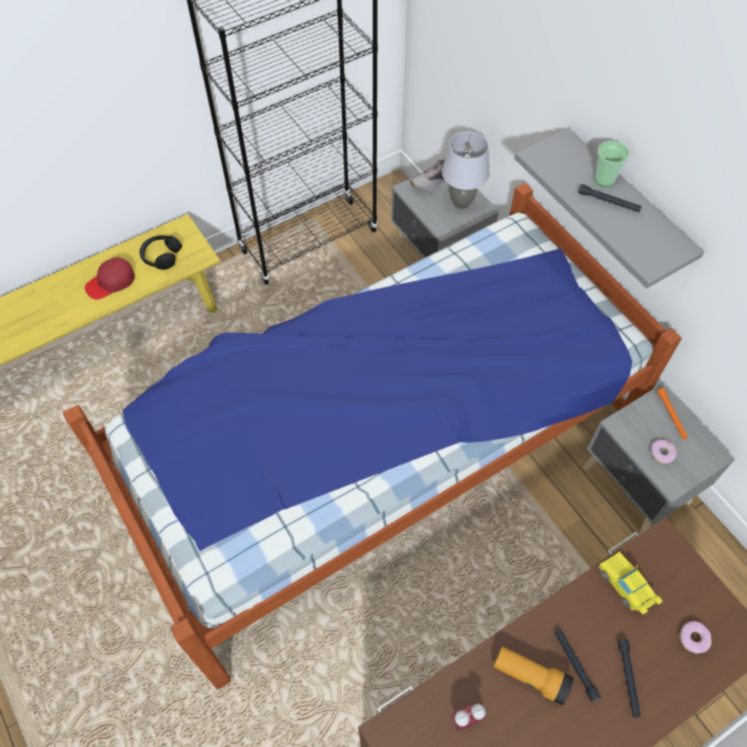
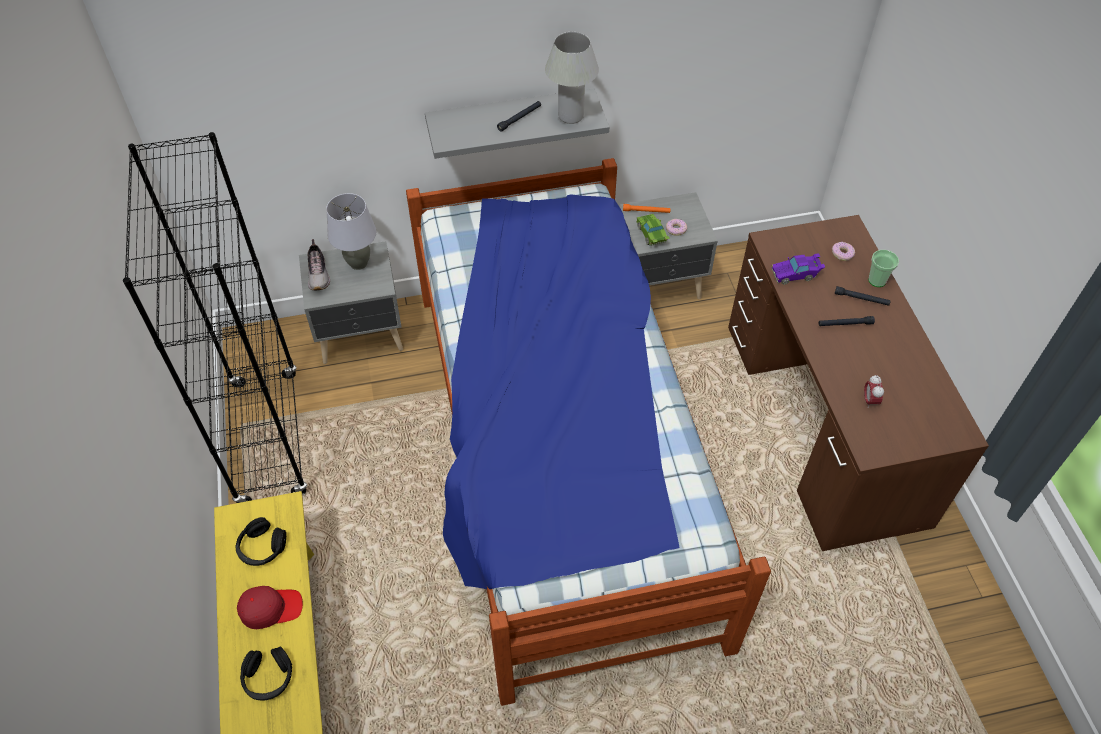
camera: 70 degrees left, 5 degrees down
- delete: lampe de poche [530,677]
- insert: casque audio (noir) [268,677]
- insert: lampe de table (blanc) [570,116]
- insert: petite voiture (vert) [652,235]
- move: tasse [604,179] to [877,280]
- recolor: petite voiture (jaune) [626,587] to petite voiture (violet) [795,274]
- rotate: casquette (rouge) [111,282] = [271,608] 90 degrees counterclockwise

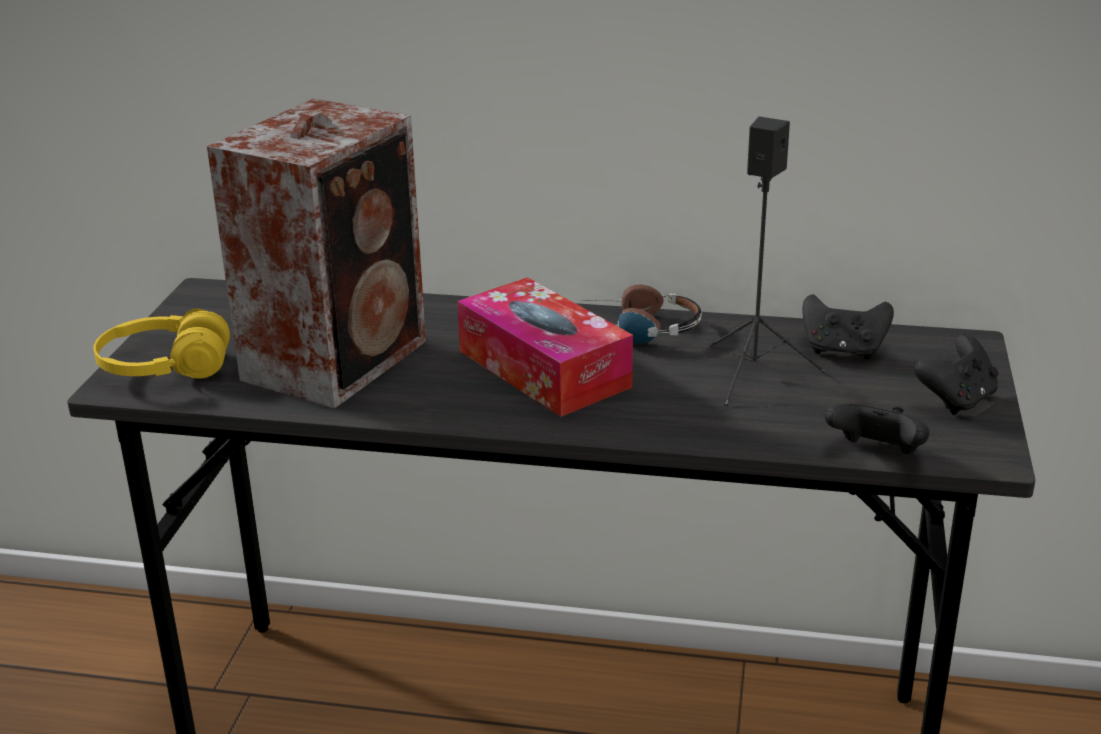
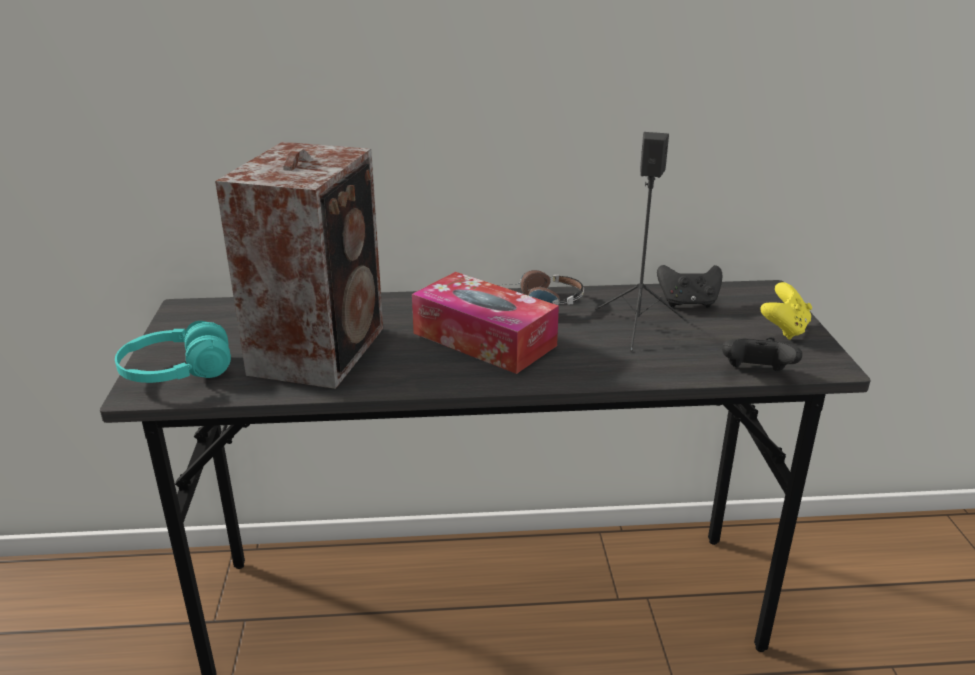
camera: 15 degrees left, 0 degrees up
- recolor: casque audio (jaune) [165,368] to casque audio (turquoise) [177,372]
- recolor: manette (noir) [956,400] to manette (jaune) [784,329]

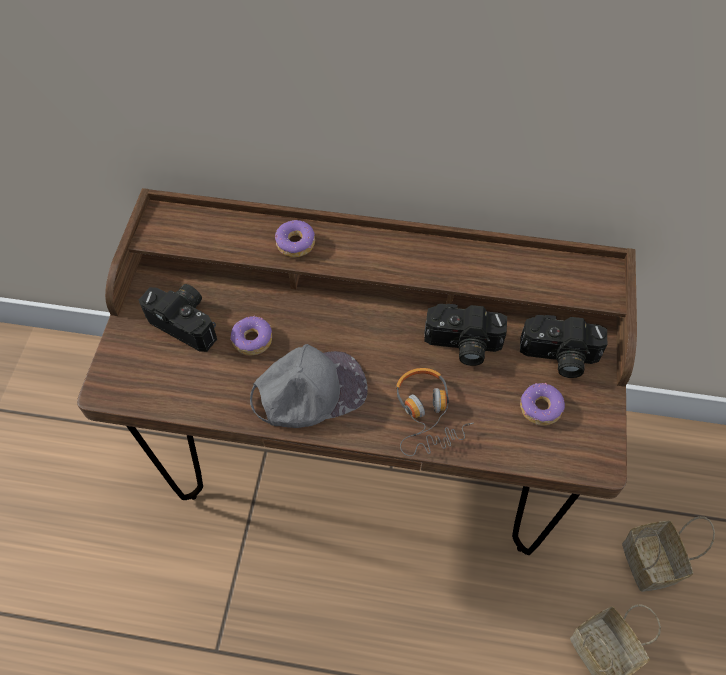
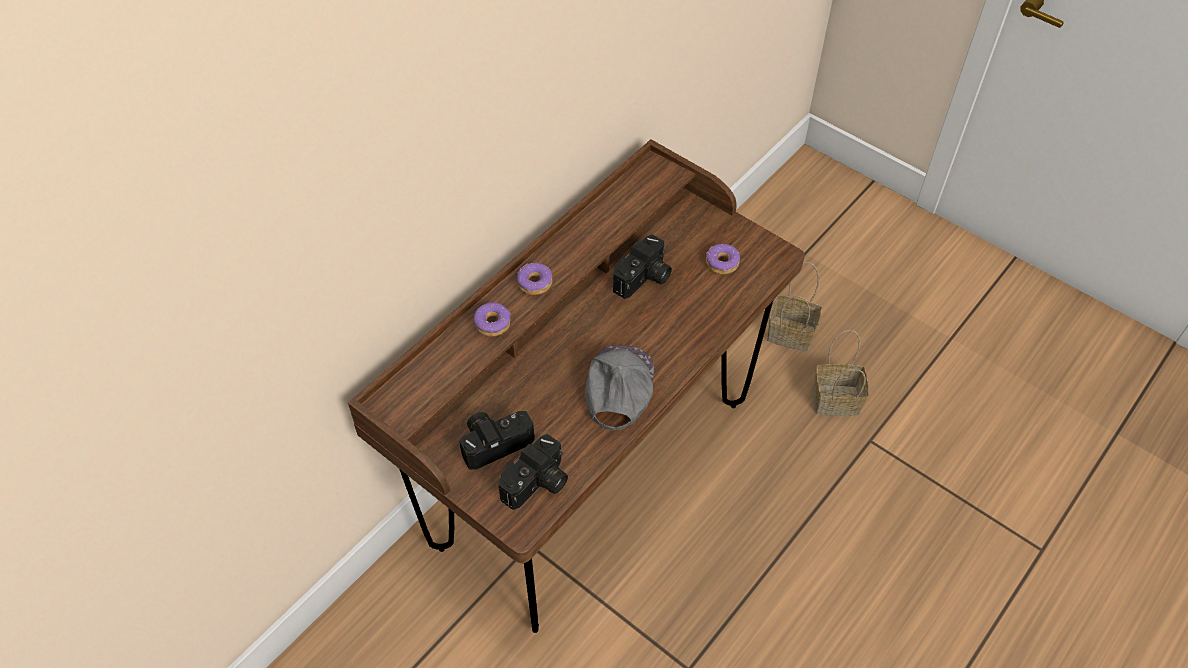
camera: 60 degrees left, 5 degrees down
- delete: casque audio [426,414]
- move: beignet [252,340] to [534,283]
- move: appareil photo [558,357] to [537,484]

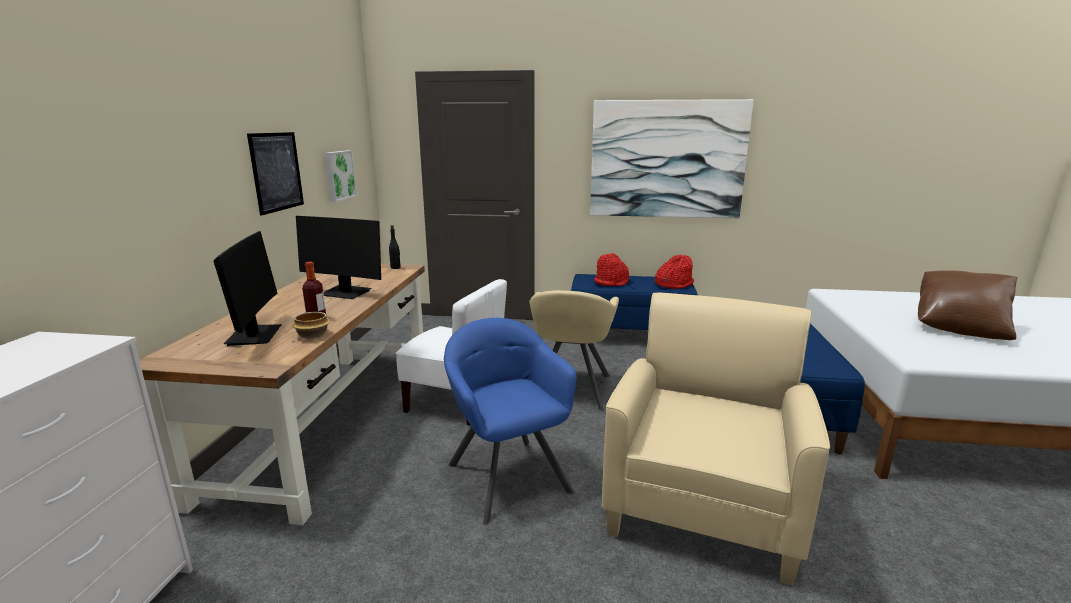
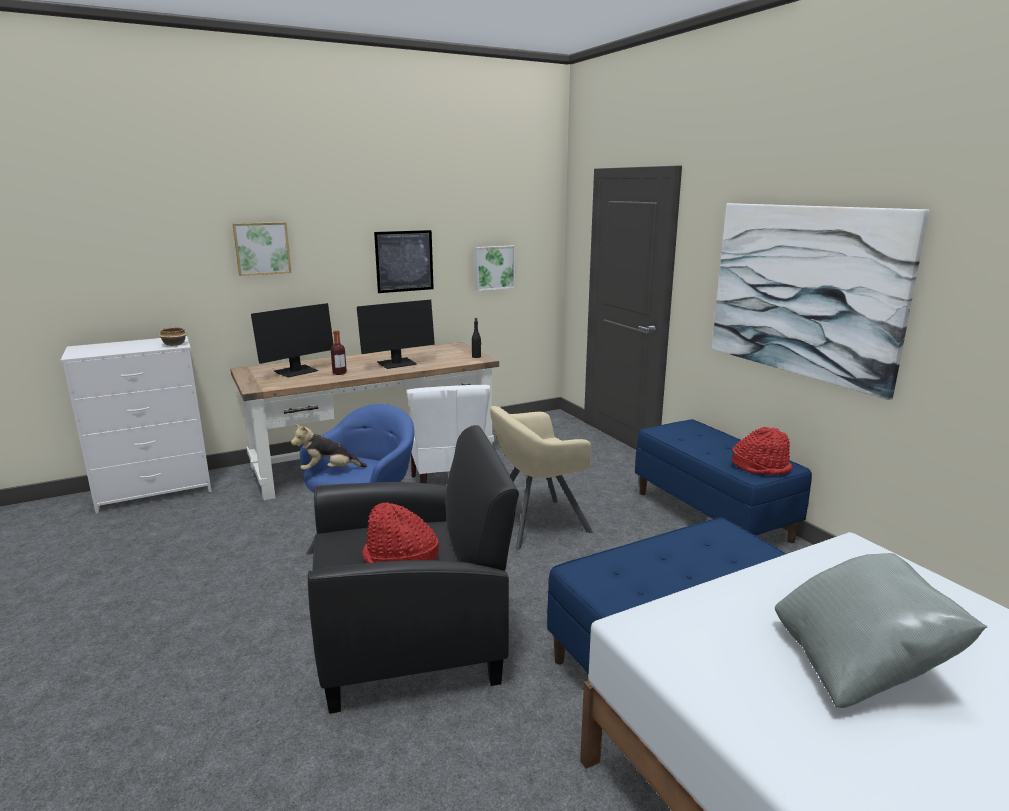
camera: 55 degrees right, 0 degrees up
- insert: tableau [262,248]
- insert: peluche [329,471]
- move: bol [312,335] to [174,344]
- move: chapeau (rouge) [611,282] to [400,558]
- recolor: fauteuil (beige) [703,503] to fauteuil (noir) [412,640]
- recolor: coussin (marron) [959,328] to coussin (gris) [859,665]
- rotate: écran d'ordinateur [345,293] = [397,364] 105 degrees counterclockwise

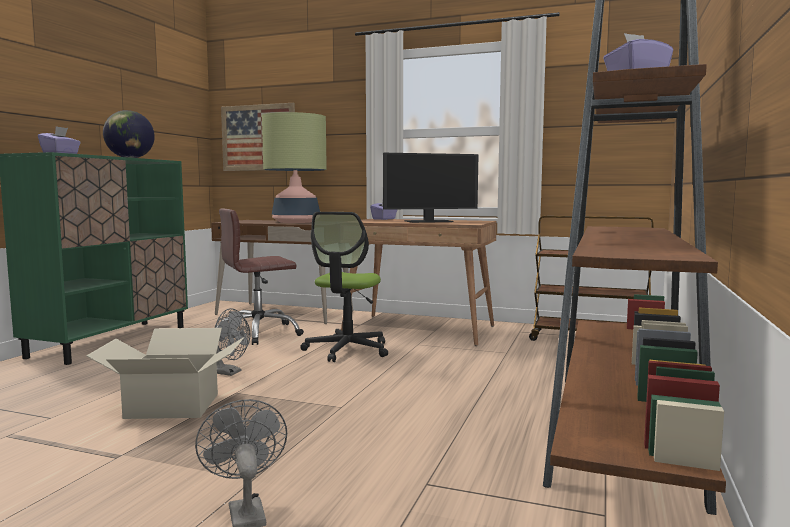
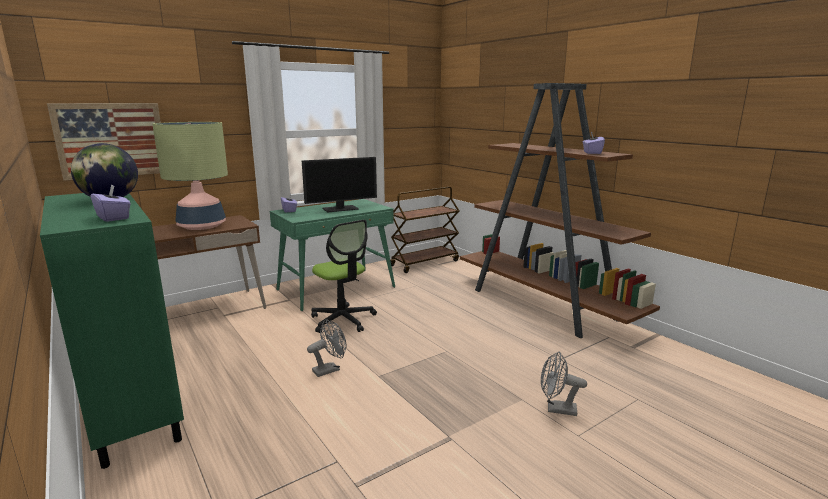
camera: 55 degrees left, 10 degrees up
- delete: carton [172,405]
- delete: chaise de bureau (marron) [258,333]
- recolor: bureau (marron) [420,330] to bureau (vert) [336,288]
- rotate: écran d'ordinateur [429,221] = [340,209] 45 degrees clockwise

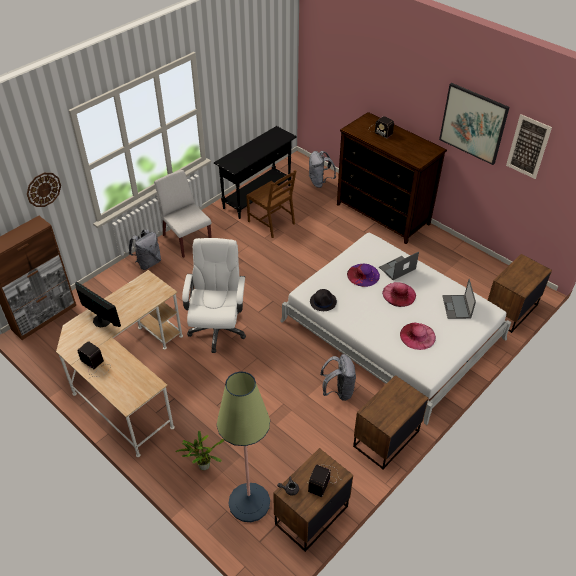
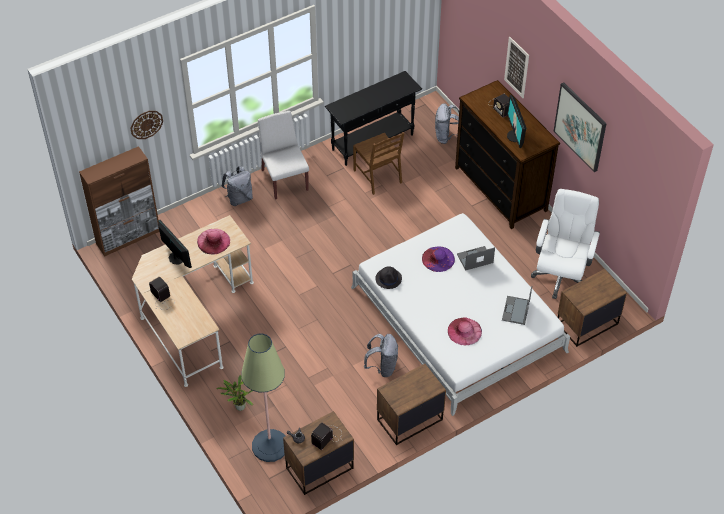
camera: 15 degrees right, 5 degrees up
- insert: écran d'ordinateur [514,136]
- move: chaise de bureau (blanc) [217,329] to [560,275]
- move: chapeau (rose) [399,294] to [213,241]
- move: tableau [528,147] to [516,67]

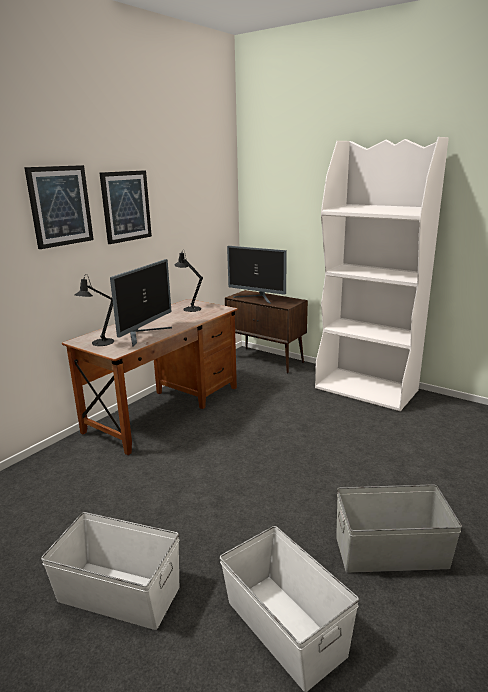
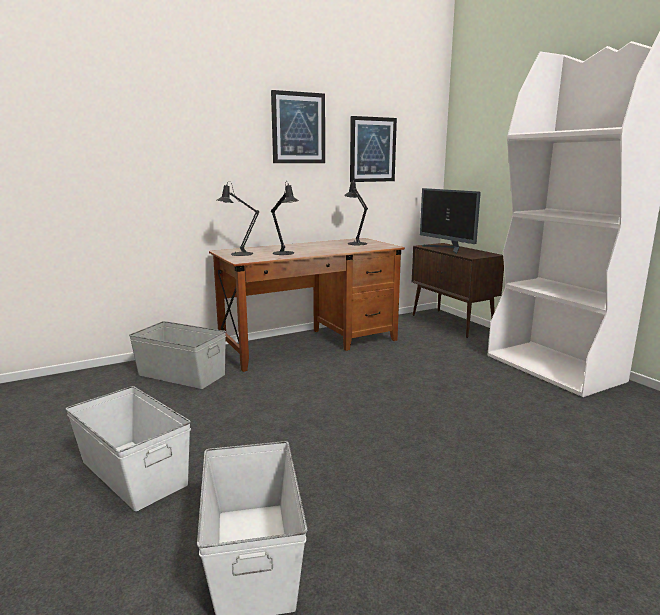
camera: 25 degrees right, 5 degrees down
- move: tableau [60,206] to [372,149]
- move: boîte de rangement (gris) [391,552] to [181,375]
- replace: écran d'ordinateur [144,334] to lampe de table (noir) [285,253]

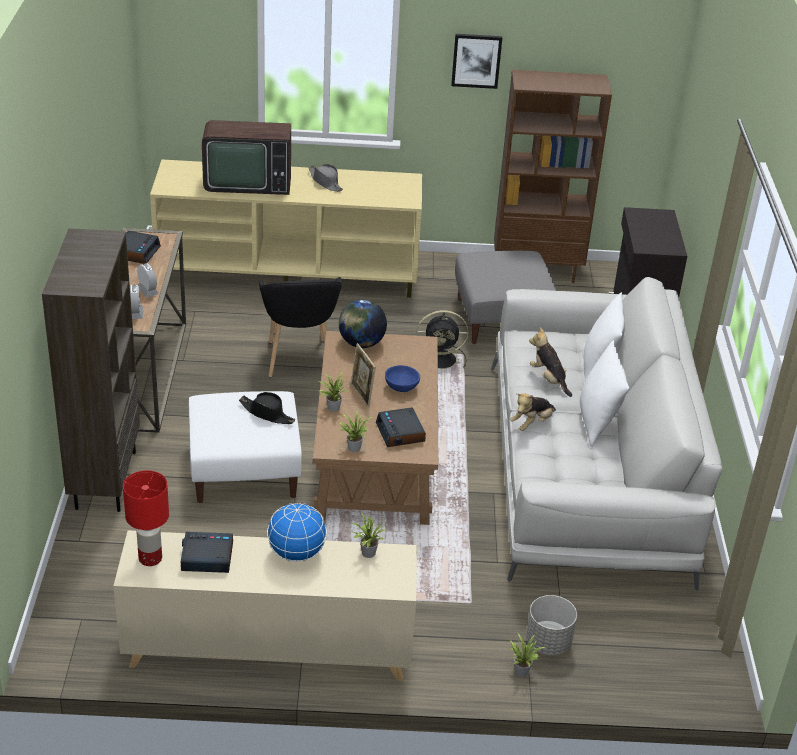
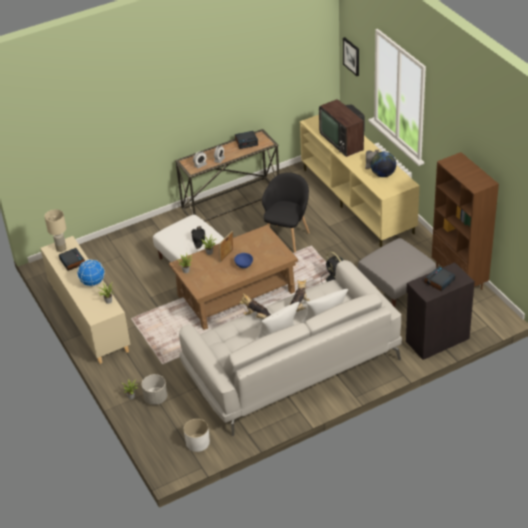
camera: 65 degrees right, 5 degrees up
- delete: bibliothèque (marron) [104,479]
- insert: cache-pot (blanc) [197,442]
- move: globe [361,343] to [383,174]
- move: réveil [401,433] to [439,281]
- move: tableau [476,60] to [351,56]
- recolor: lampe de table (rouge) [150,558] to lampe de table (beige) [61,248]
- rotate: fauteuil (noir) [299,360] = [287,238] 150 degrees clockwise

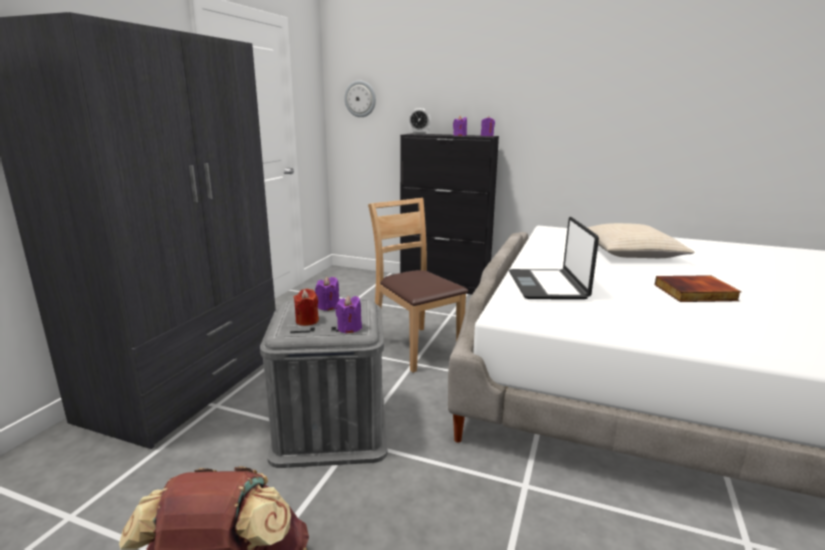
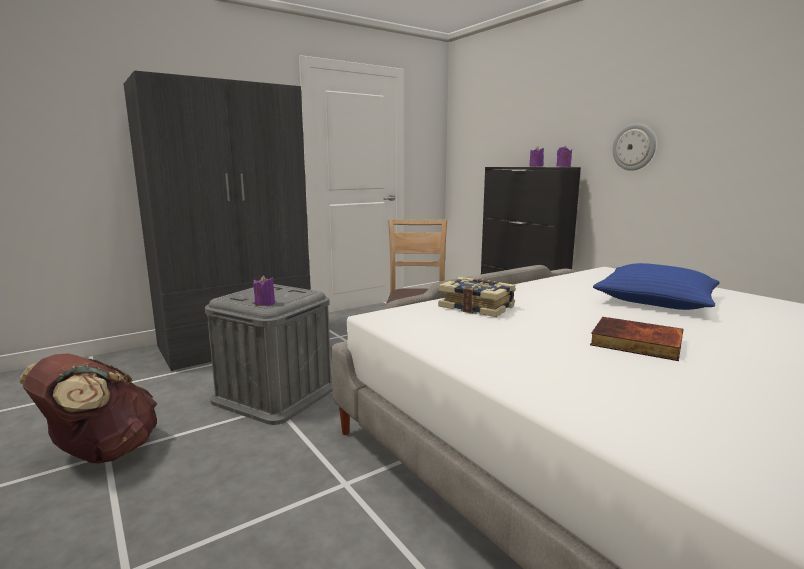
camera: 35 degrees right, 5 degrees down
- delete: bougie (rouge) [307,321]
- delete: bougie (violet) [328,306]
- delete: réveil [419,134]
- move: horloge murale [360,99] to [634,147]
- replace: ordinateur portable [548,285] to livre [477,307]
- recolor: coussin (beige) [630,252] to coussin (bleu) [656,300]

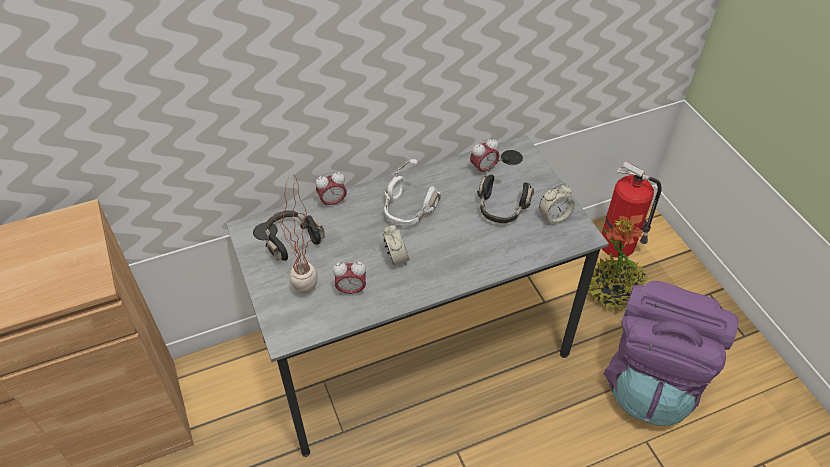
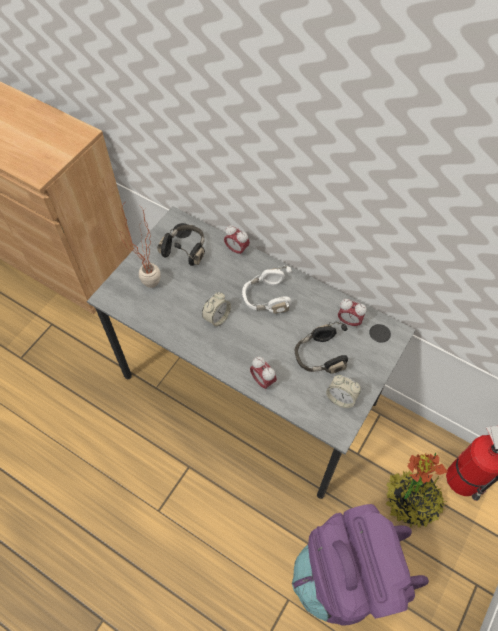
camera: 55 degrees right, 10 degrees up
- move: réveil [351,290] to [262,381]

